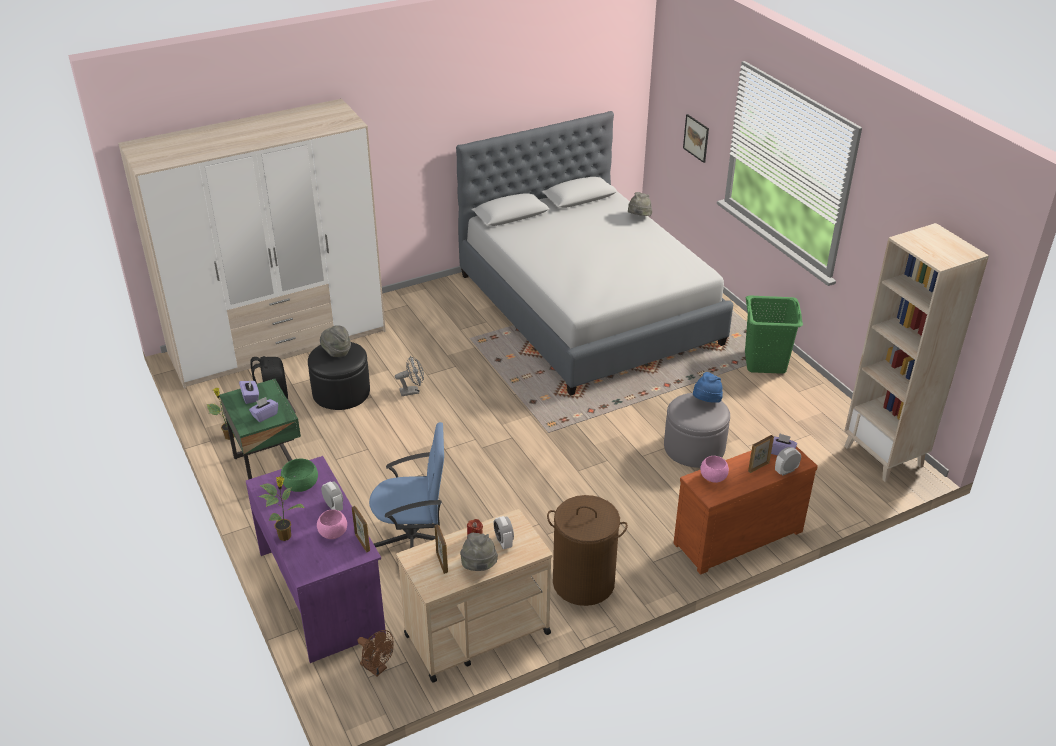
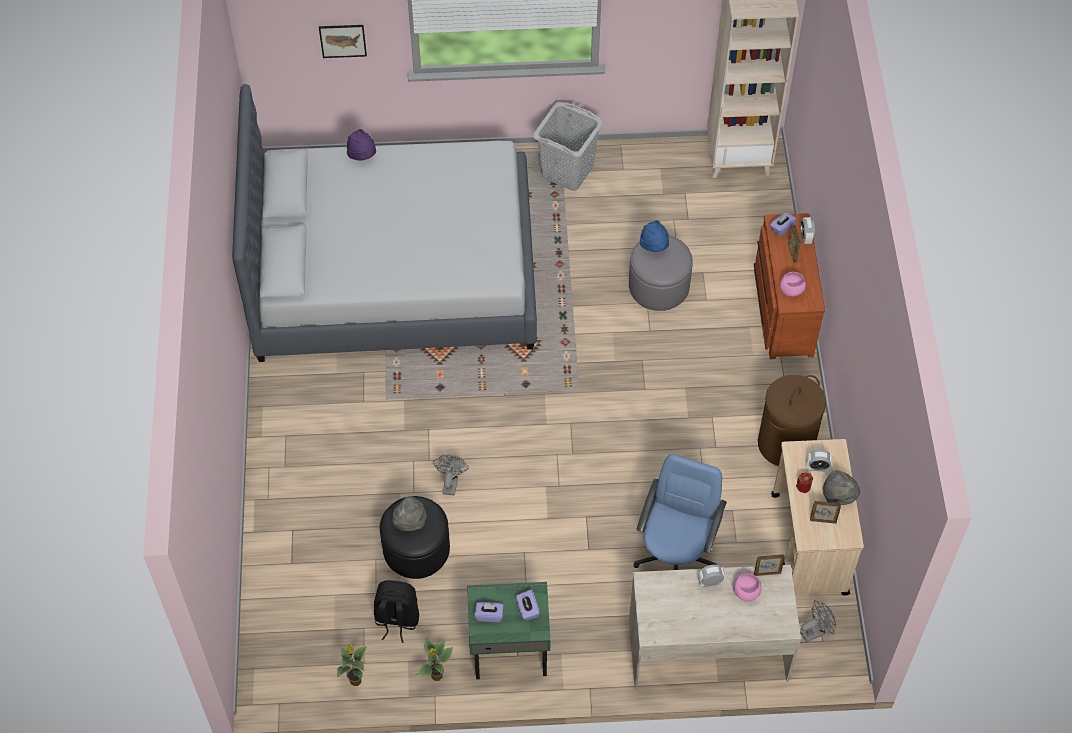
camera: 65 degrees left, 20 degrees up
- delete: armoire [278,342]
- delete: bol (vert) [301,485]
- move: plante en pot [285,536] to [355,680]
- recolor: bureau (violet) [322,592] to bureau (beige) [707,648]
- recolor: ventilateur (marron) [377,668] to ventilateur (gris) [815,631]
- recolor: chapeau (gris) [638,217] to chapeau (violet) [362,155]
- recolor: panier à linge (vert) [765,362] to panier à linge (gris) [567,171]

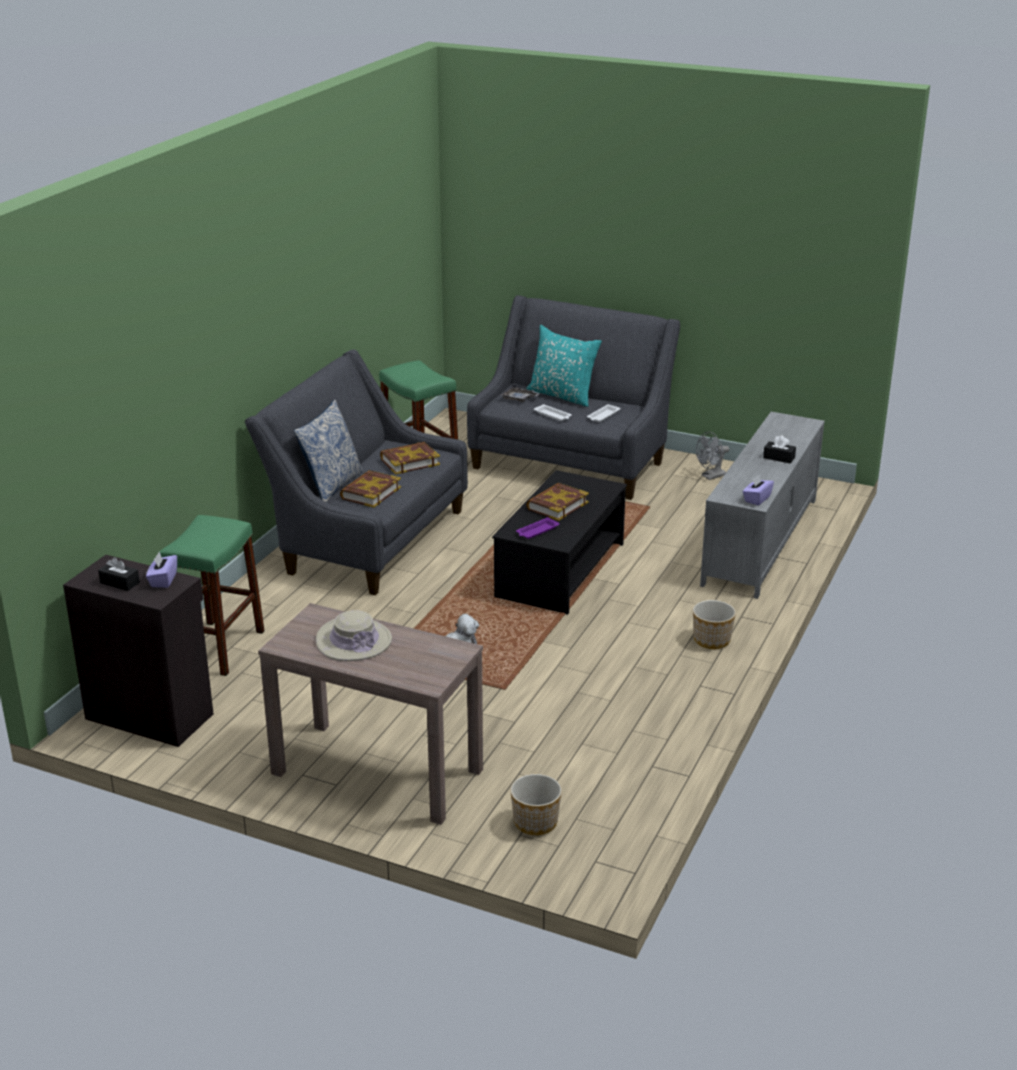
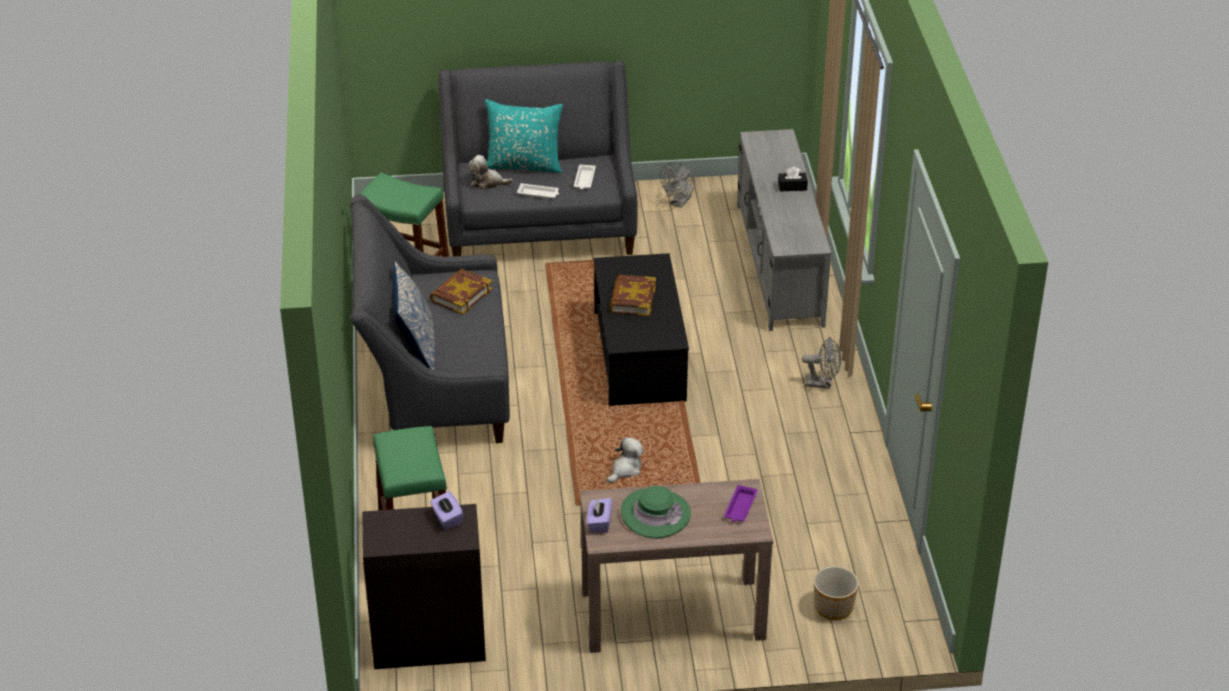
camera: 30 degrees left, 10 degrees up
- delete: boîte à mouchoirs (noir) [120,583]
- delete: livre [370,493]
- move: plateau (violet) [537,531] to [740,507]
- move: boîte à mouchoirs (violet) [756,499] to [599,523]
- replace: plateau (gris) [519,399] to peluche [487,182]
- replace: cache-pot [711,640] to ventilateur (gris) [823,383]
- recolor: chapeau (beige) [354,641] to chapeau (vert) [655,514]

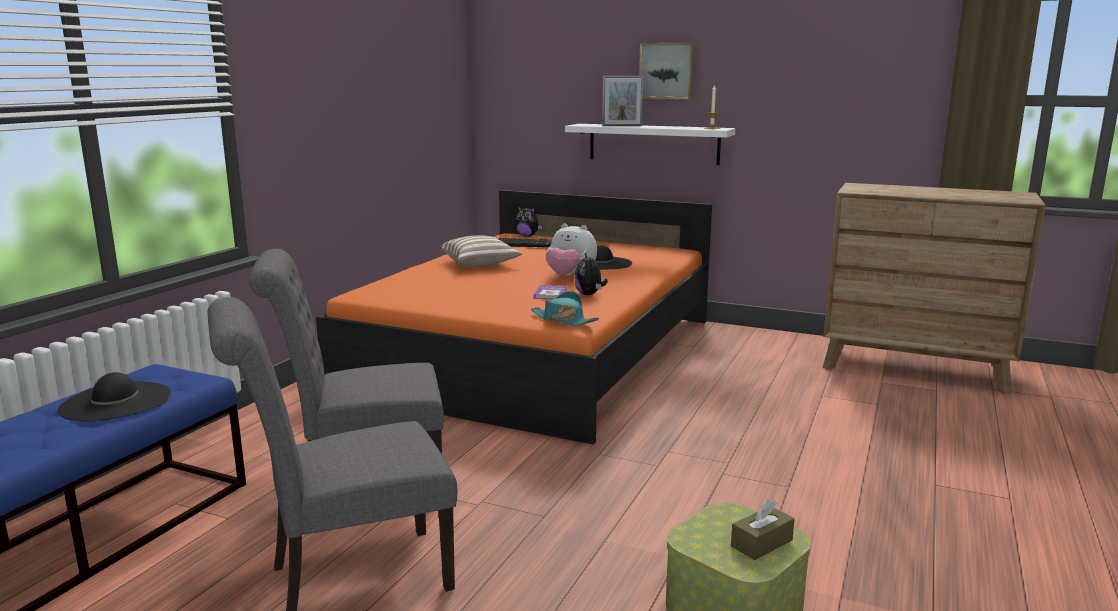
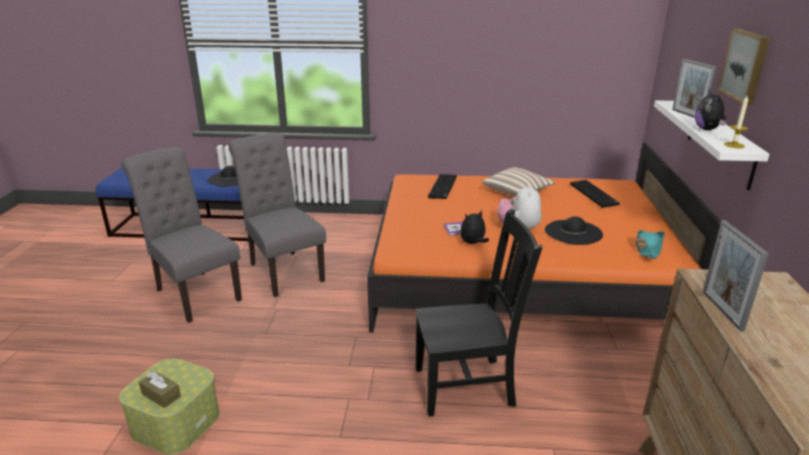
camera: 70 degrees right, 10 degrees up
- insert: chaise (noir) [467,386]
- insert: clavier [443,187]
- insert: cadre photo [722,310]
- move: peluche [527,236] to [707,129]
- move: chapeau (turquoise) [563,320] to [648,249]

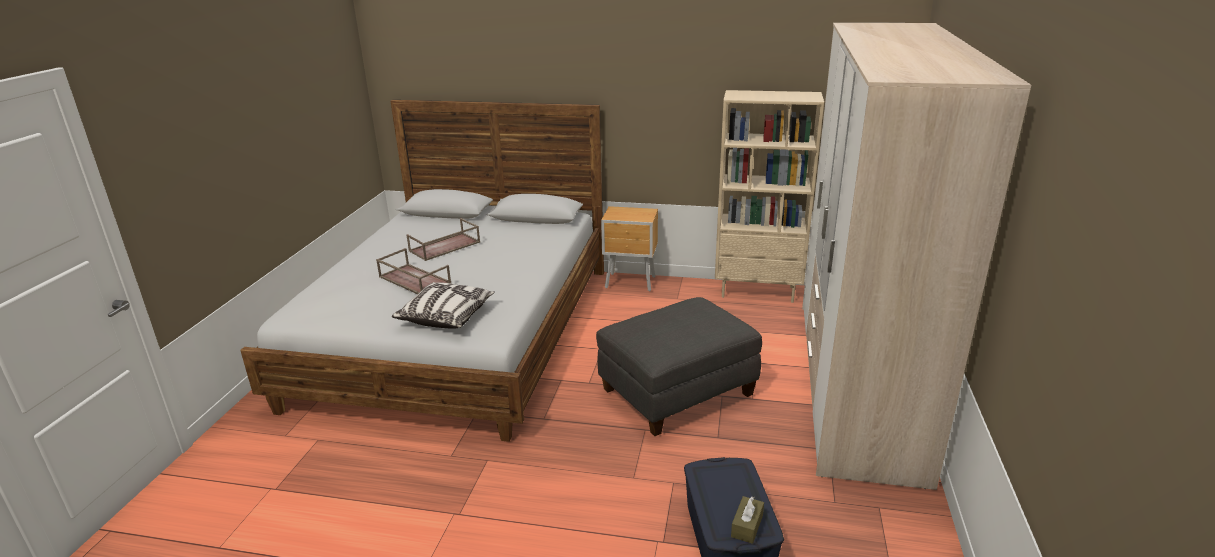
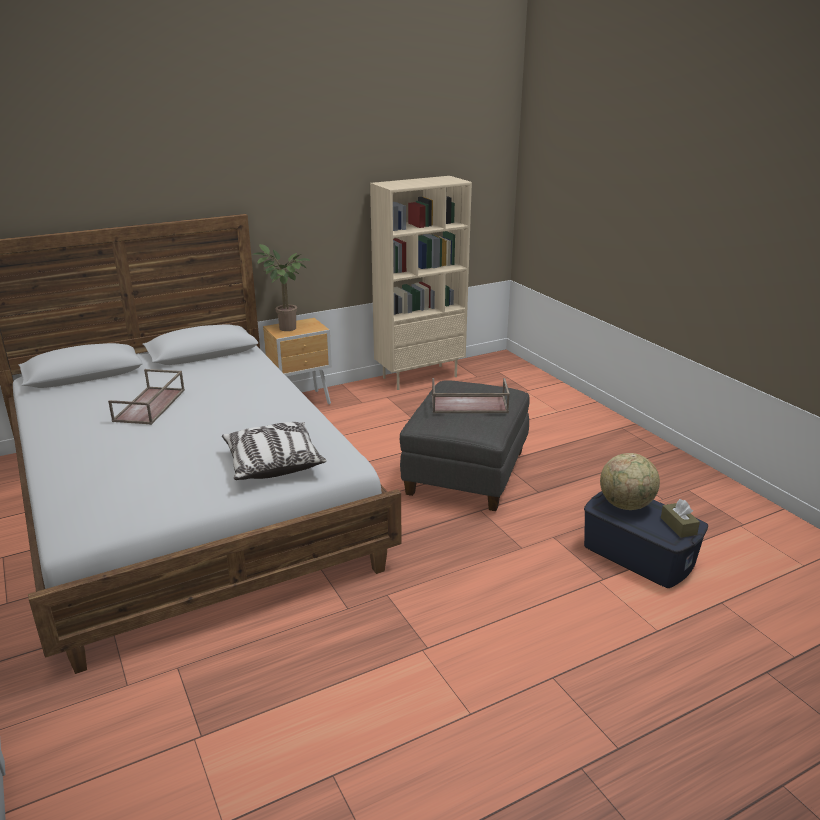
camera: 40 degrees left, 0 degrees up
- delete: armoire [855,383]
- insert: plante en pot [285,329]
- insert: globe [626,505]
- move: plateau (marron) [413,280] to [468,405]

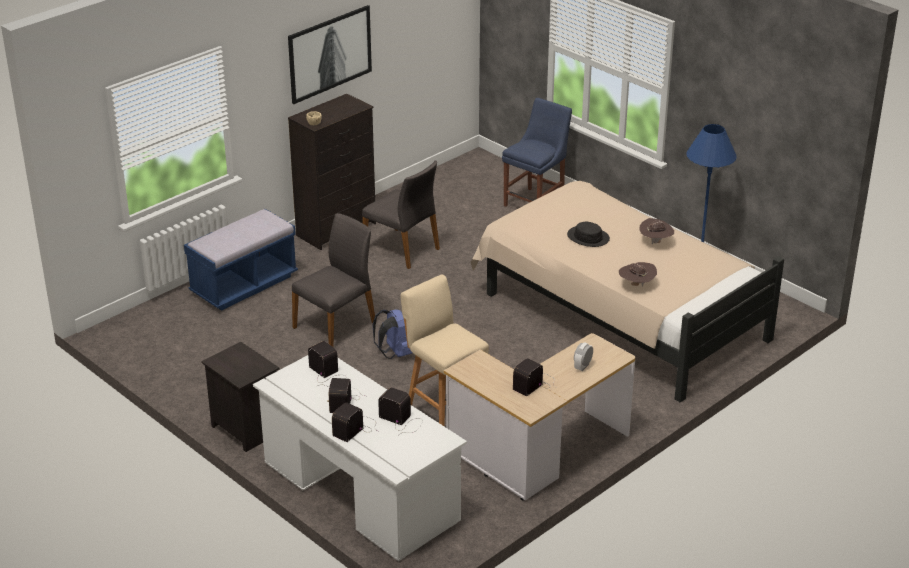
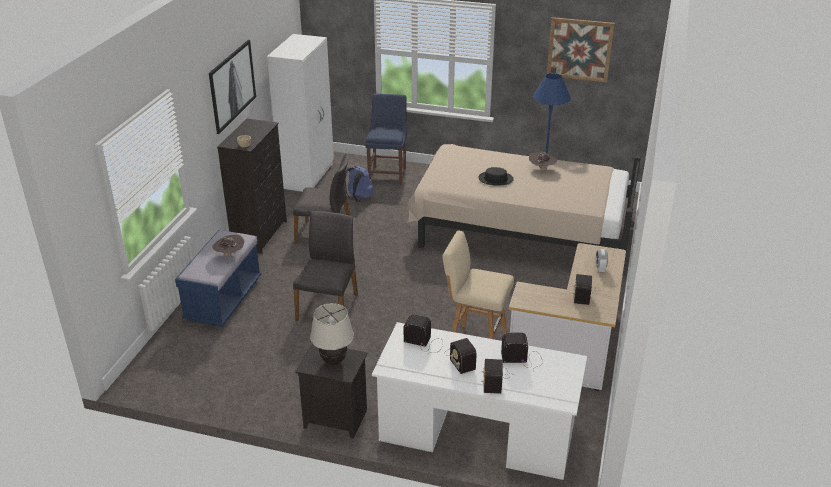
camera: 30 degrees left, 0 degrees up
- insert: armoire (blanc) [308,176]
- insert: lampe de table (beige) [333,361]
- insert: tableau [579,49]
- move: sac à dos (bleu) [395,353] to [358,198]
- move: chapeau (marron) [636,285] to [229,255]

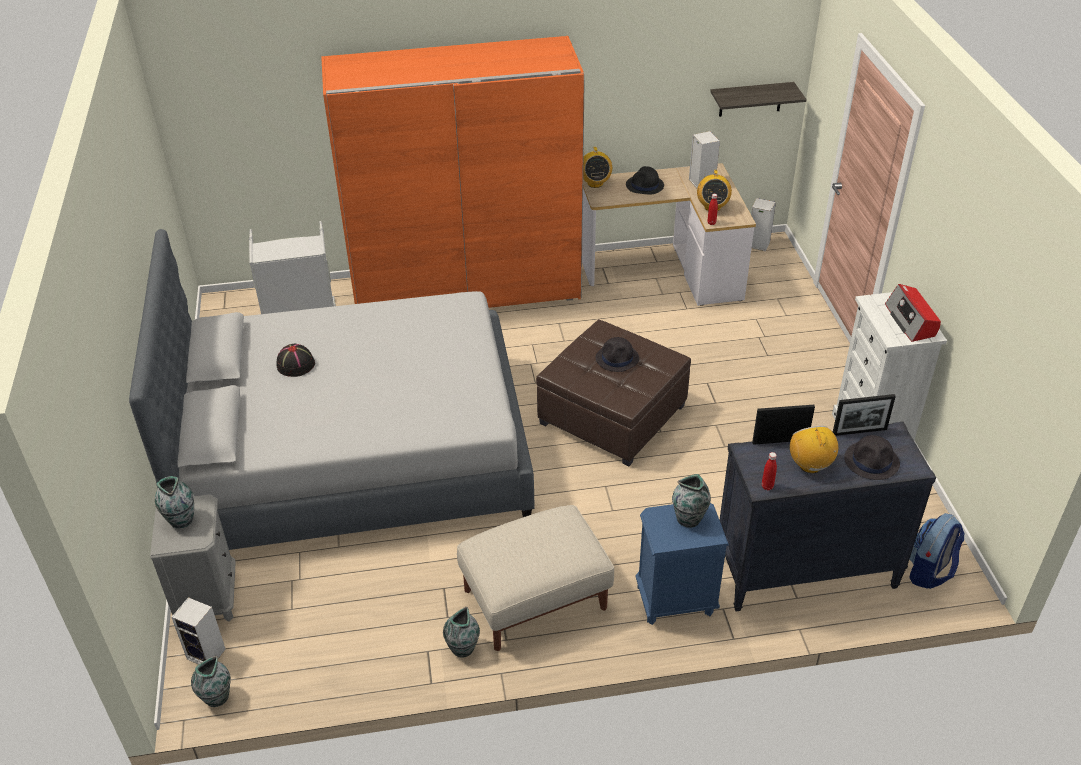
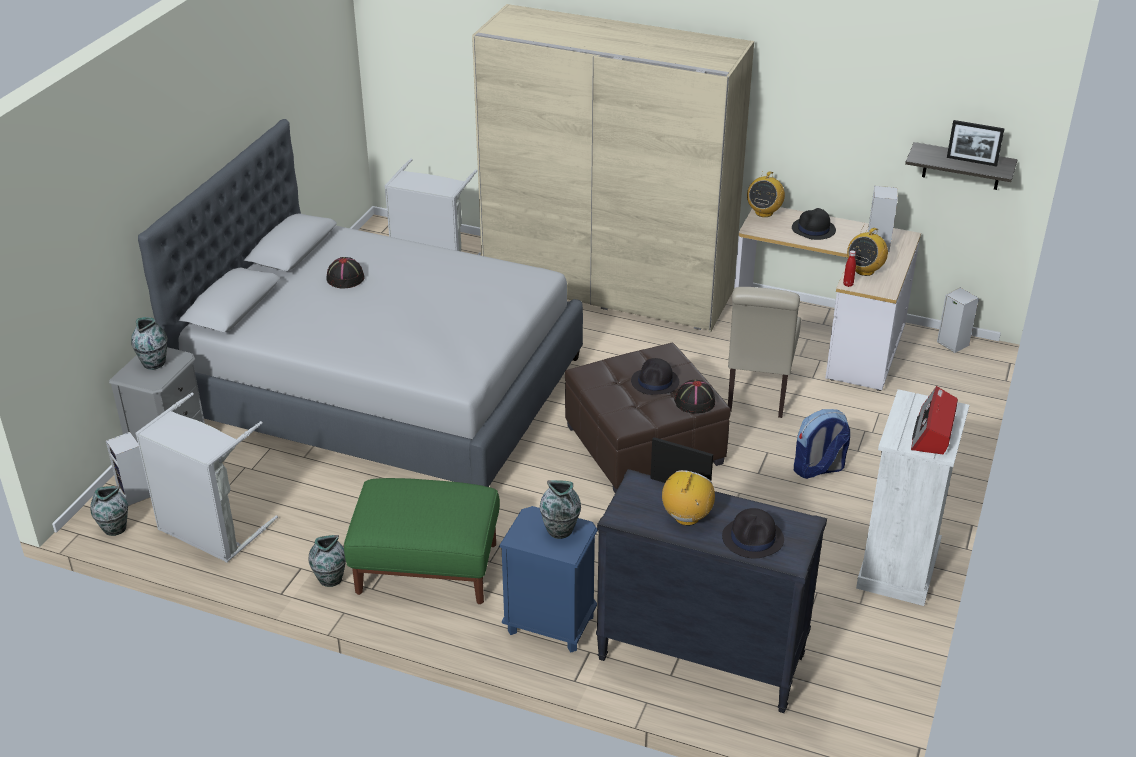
camera: 30 degrees right, 5 degrees down
- delete: bouteille (rouge) [767,486]
- insert: panier à linge (gris) [210,531]
- insert: chapeau (noir) [694,402]
- insert: chaise (beige) [757,394]
- move: cadre photo [859,431] to [971,161]
- move: sac à dos [929,572] to [818,469]
- recolor: armoire (orange) [467,289] to armoire (beige) [608,287]
- recolor: pouf (beige) [534,598] to pouf (vert) [426,567]

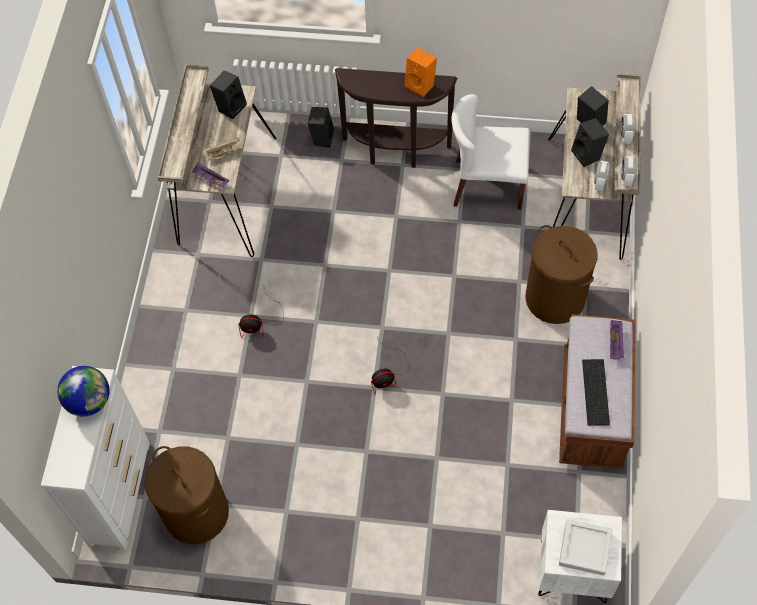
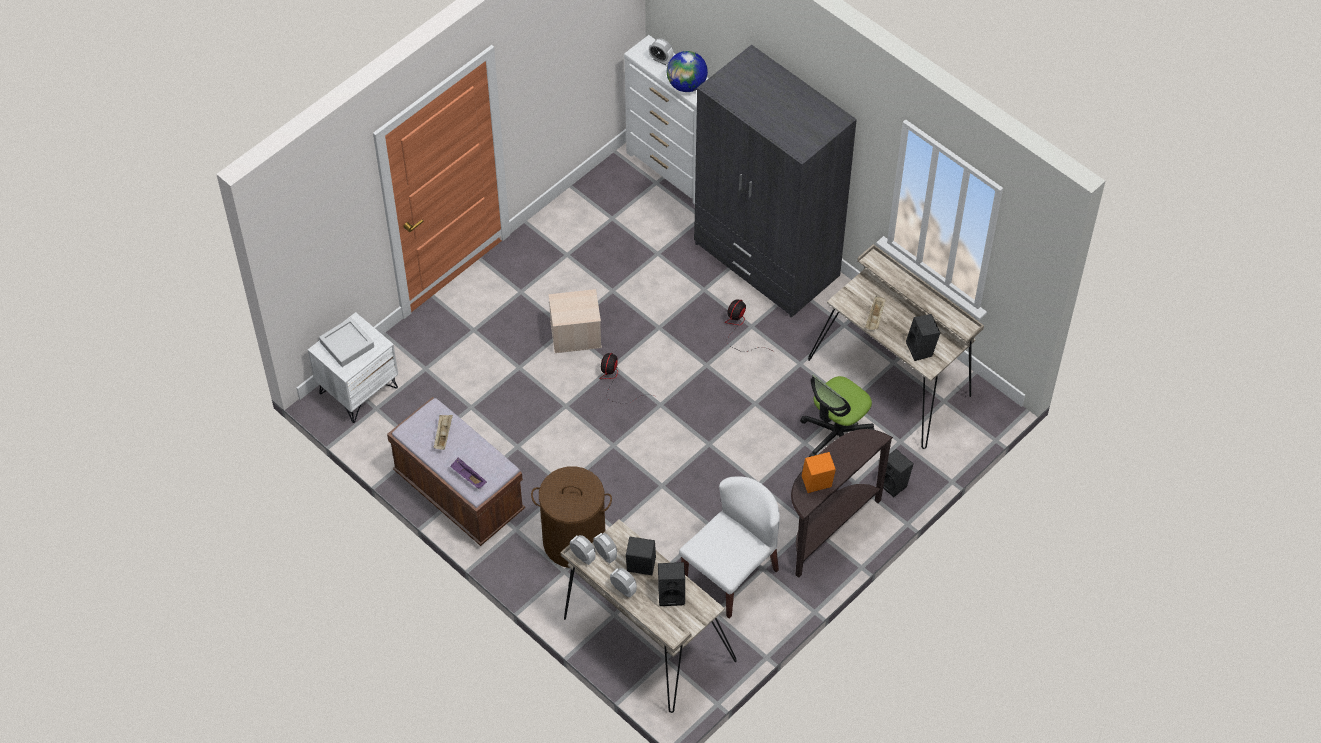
camera: 125 degrees right, 5 degrees down
- delete: panier à linge (marron) [196,513]
- delete: plateau (violet) [210,179]
- insert: boîte de rangement (beige) [575,335]
- insert: réveil [661,60]
- insert: armoire (gris) [766,261]
- insert: chaise de bureau [836,436]
- replace: clavier [597,393] to plateau (beige) [443,435]

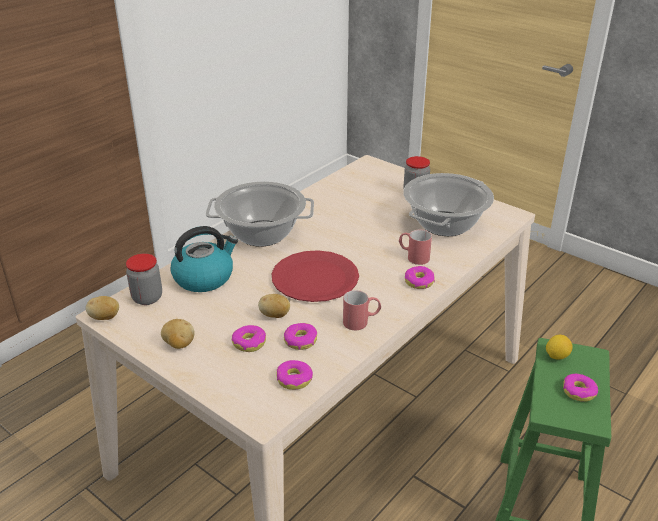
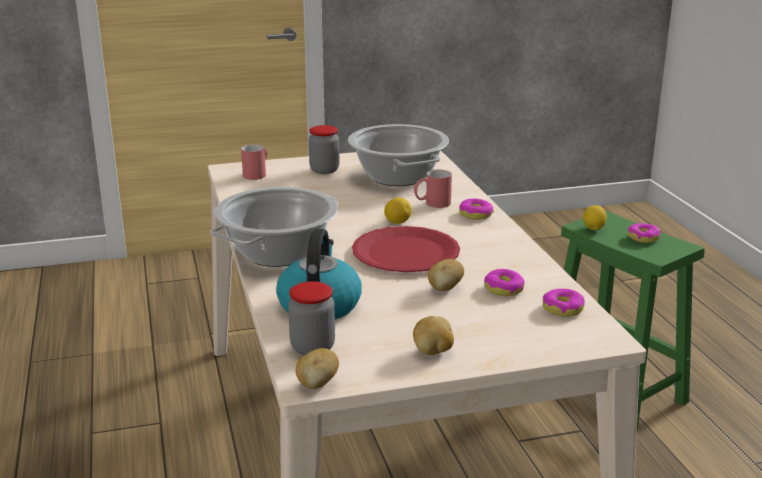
camera: 55 degrees left, 10 degrees down
- delete: beignet [249,343]
- insert: citron [397,222]
- move: mug (rouge) [361,321] to [257,174]

